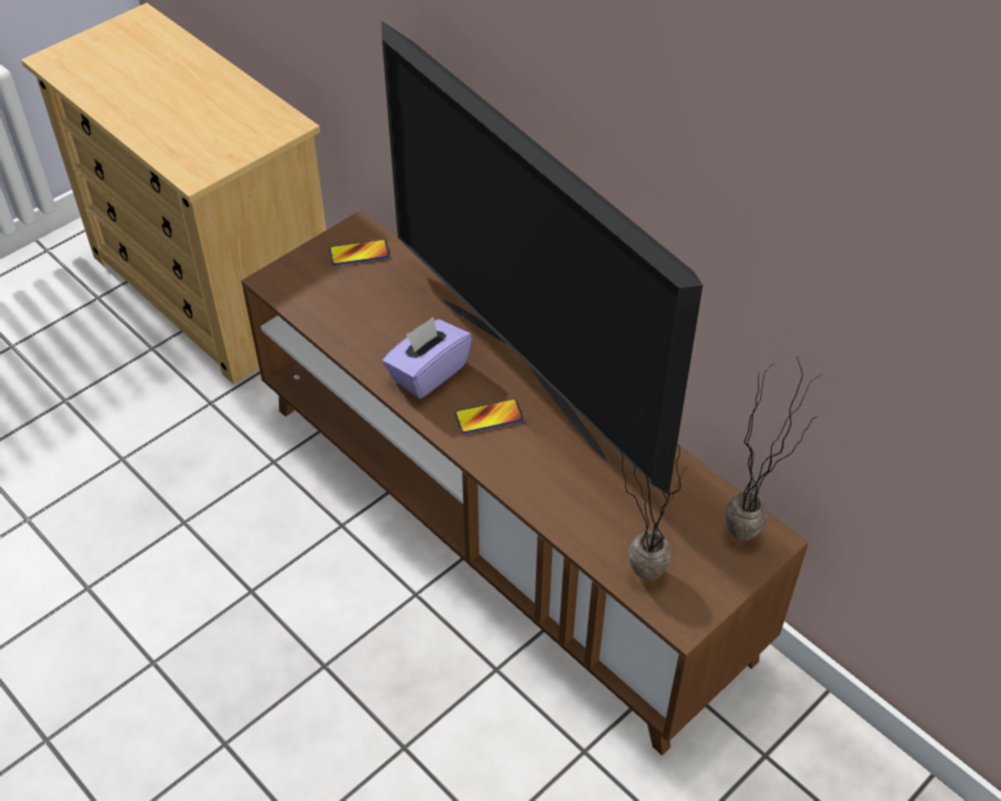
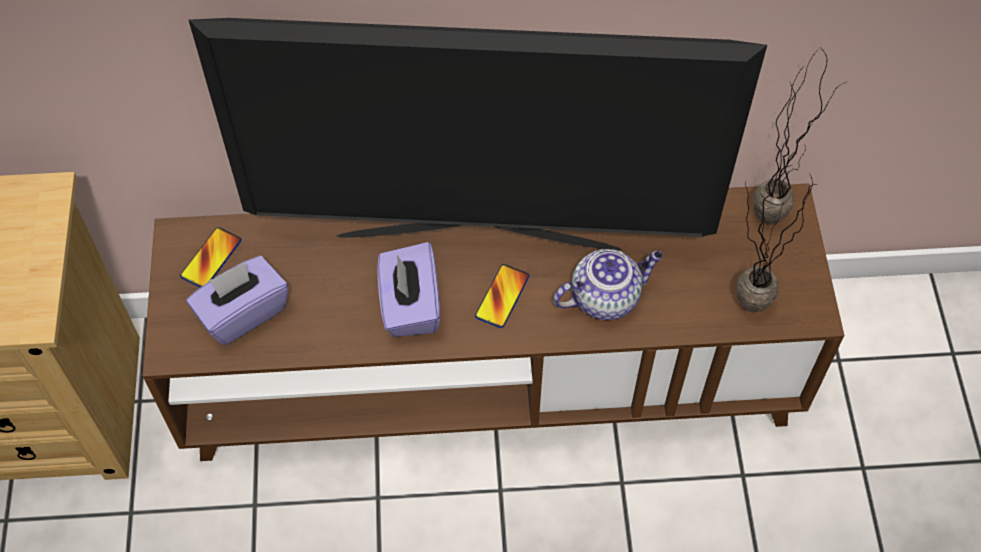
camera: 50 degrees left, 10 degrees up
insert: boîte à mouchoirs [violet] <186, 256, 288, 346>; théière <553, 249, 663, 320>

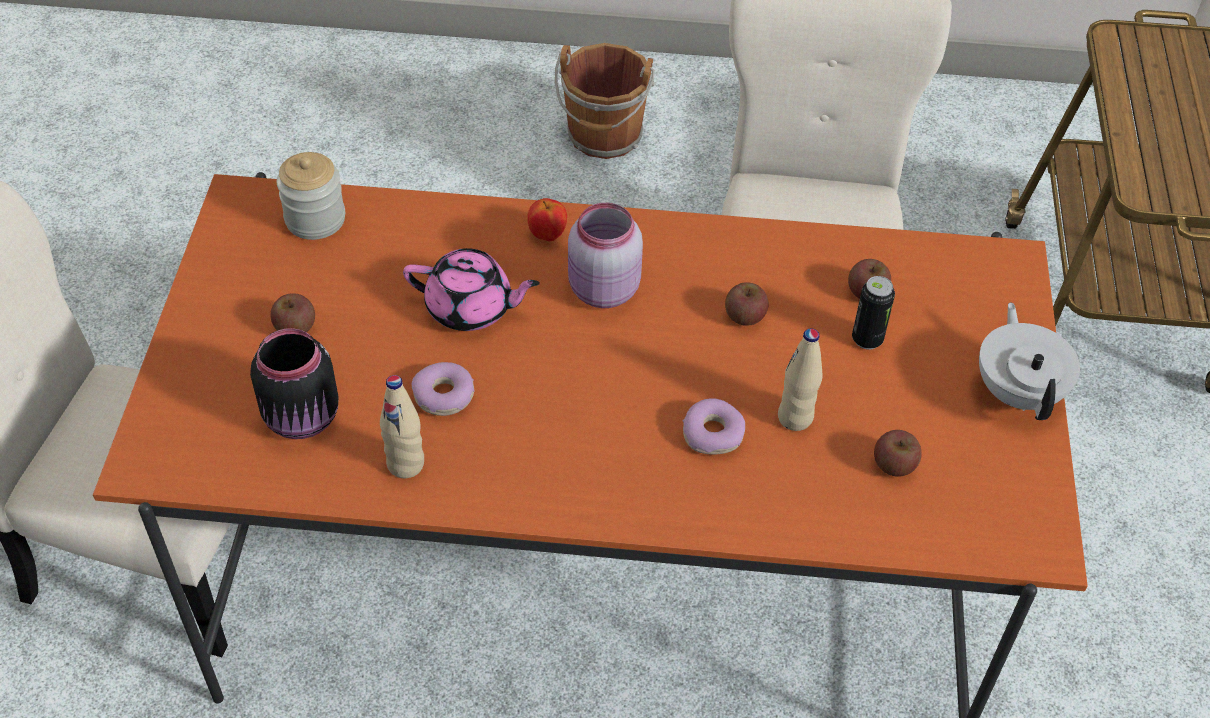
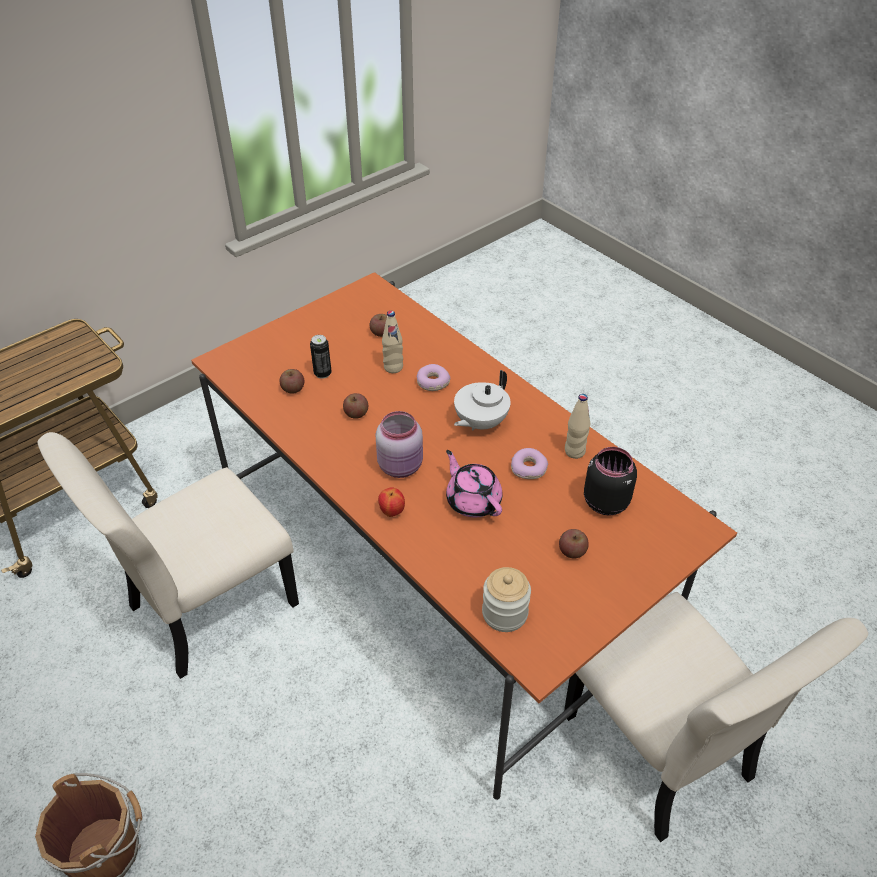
camera: 135 degrees left, 5 degrees down
move: théière [blanc] <979, 302, 1080, 420> to <454, 370, 511, 431>

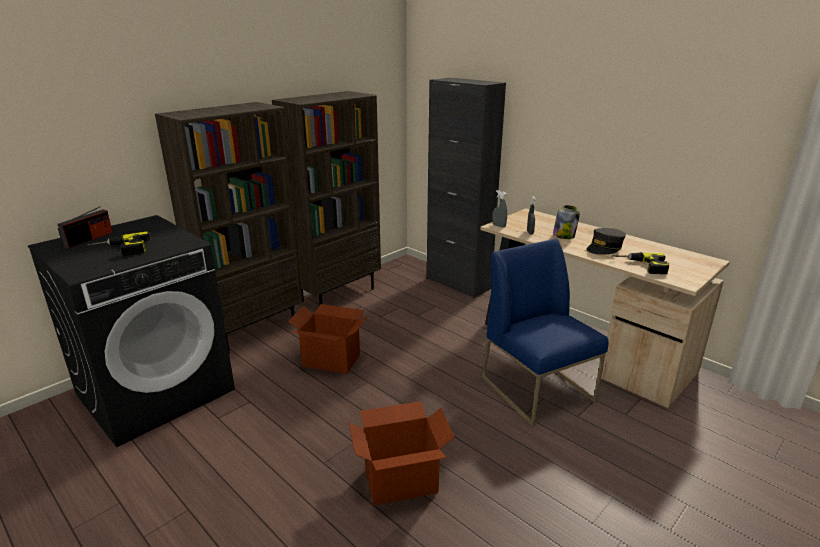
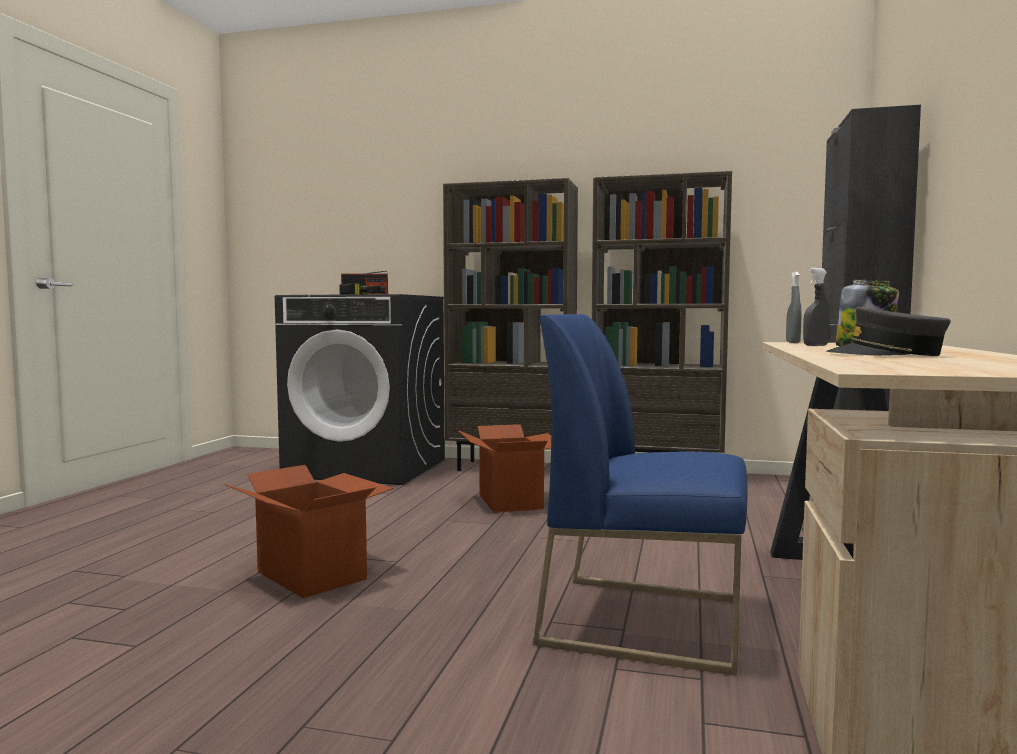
camera: 60 degrees right, 20 degrees down
delete: perceuse <612, 252, 669, 274>
rotate: chaise [bleu] <481, 239, 609, 427> = <533, 314, 747, 676> 105 degrees counterclockwise

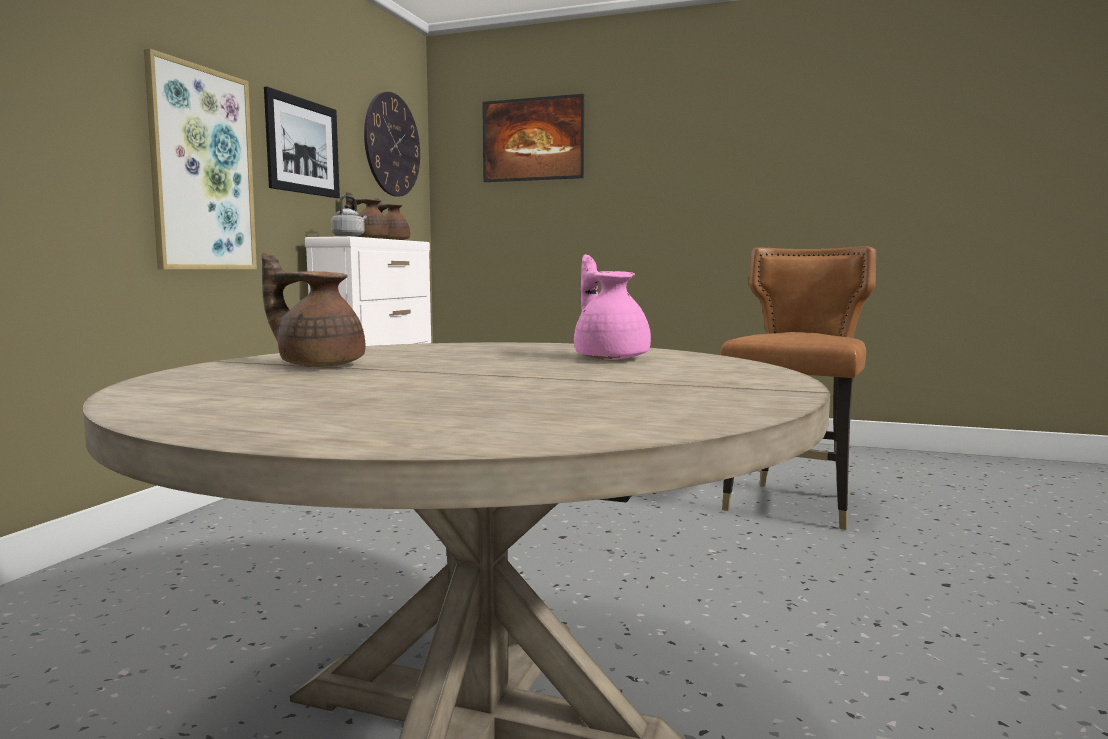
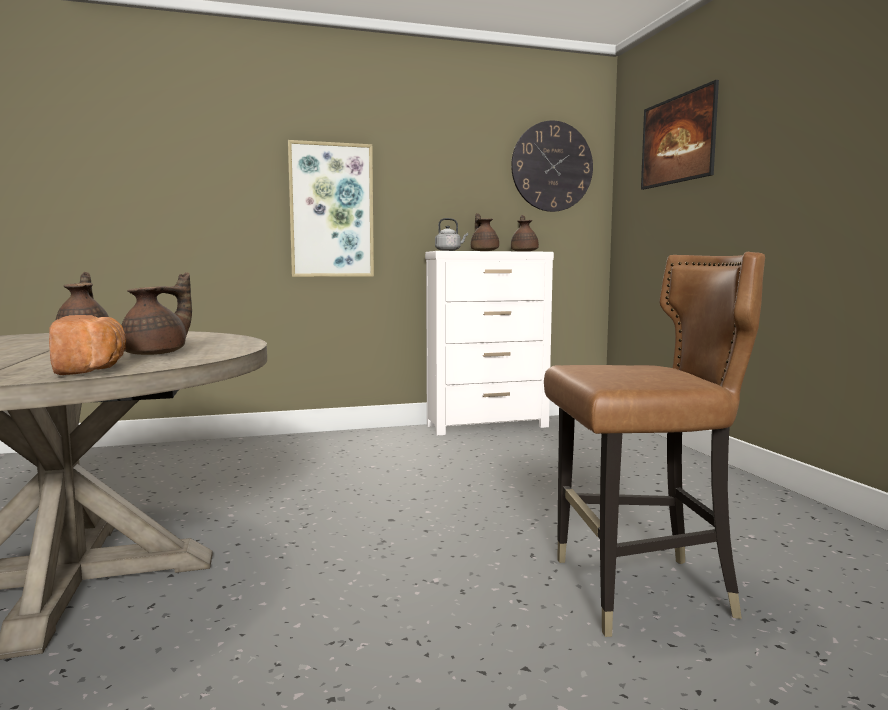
camera: 55 degrees right, 0 degrees up
delete: tableau <264, 87, 340, 198>
insert: pain <49, 315, 126, 375>
recolor: théière [rose] <574, 254, 651, 360> to théière [marron] <122, 272, 192, 355>

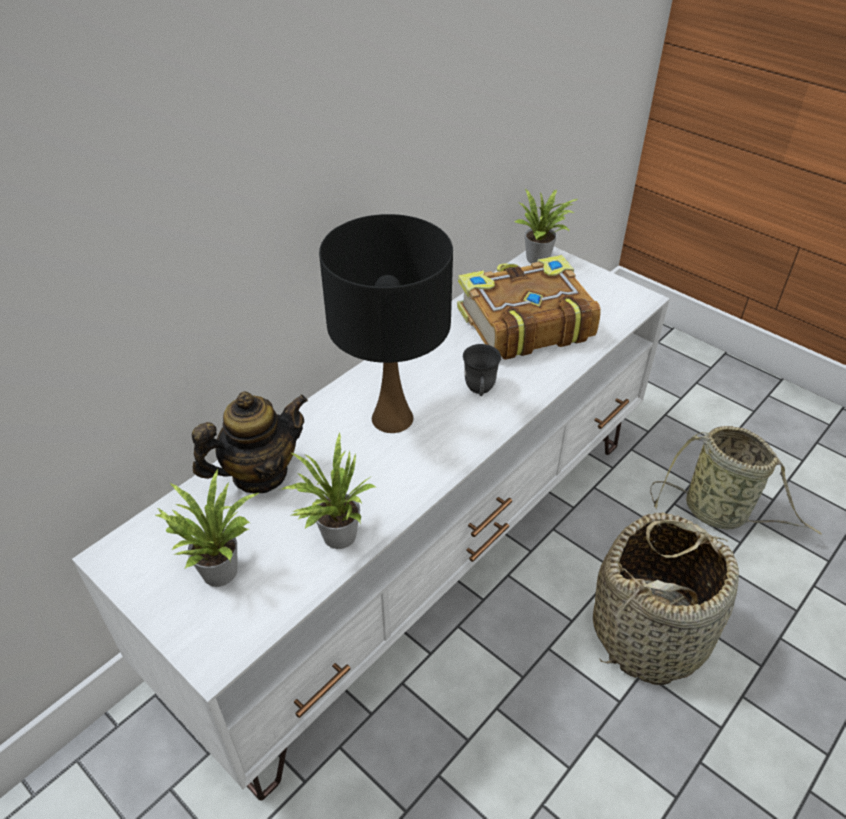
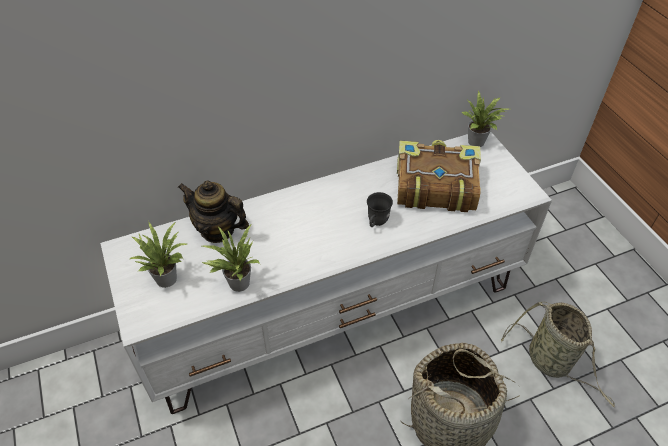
camera: 25 degrees right, 5 degrees up
delete: lampe de table [noir] <319, 214, 453, 433>
rotate: théière <192, 391, 308, 493> = <178, 180, 249, 243> 150 degrees counterclockwise

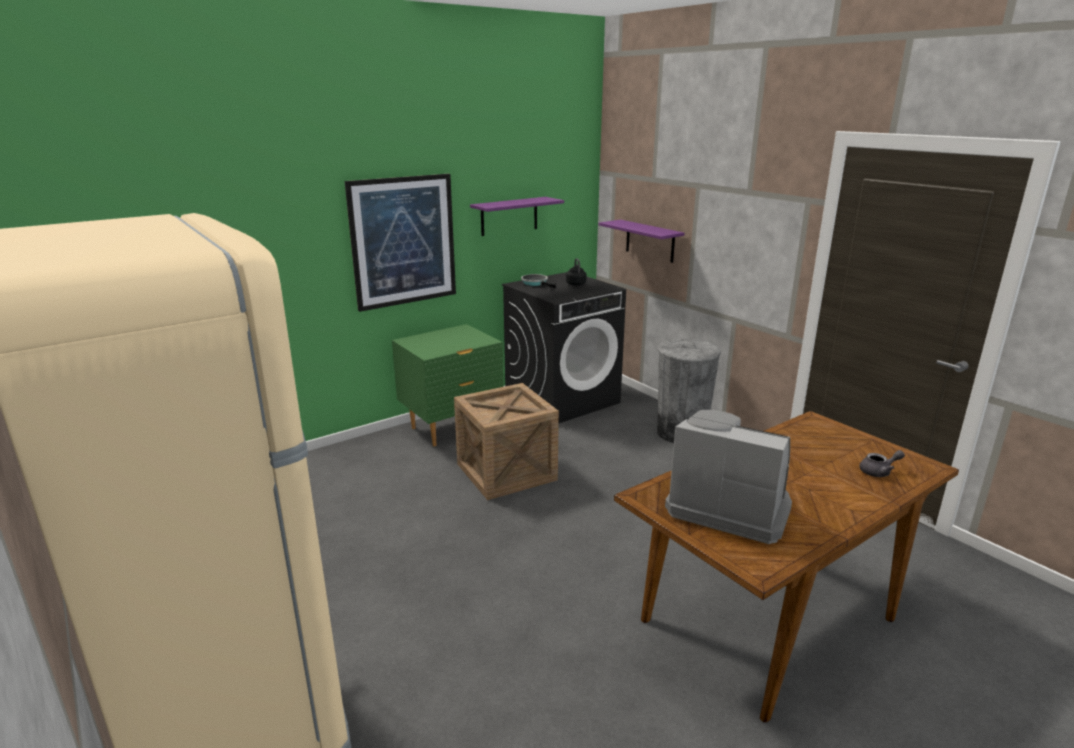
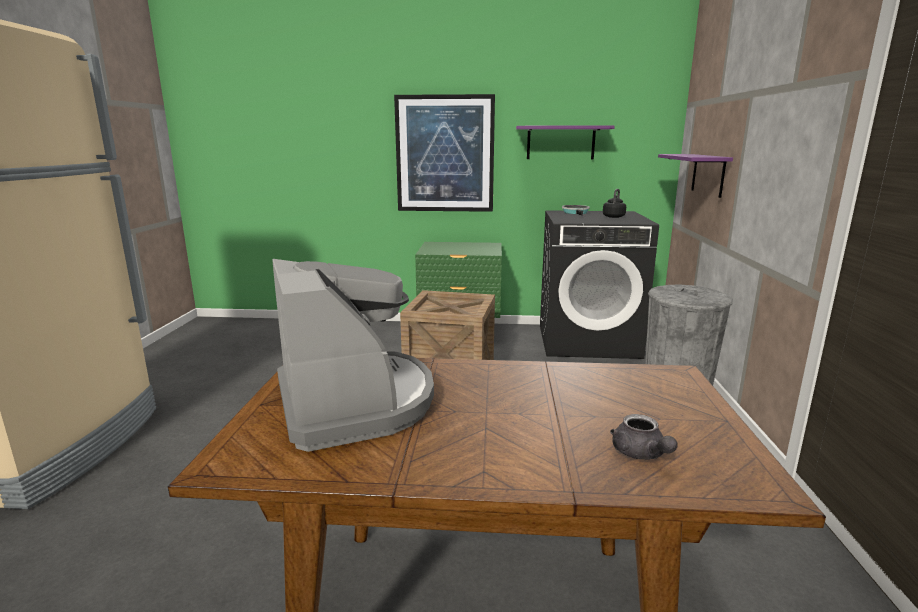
camera: 40 degrees right, 5 degrees down
rotate: théière [gris] <860, 450, 905, 477> = <610, 414, 678, 460> 45 degrees clockwise

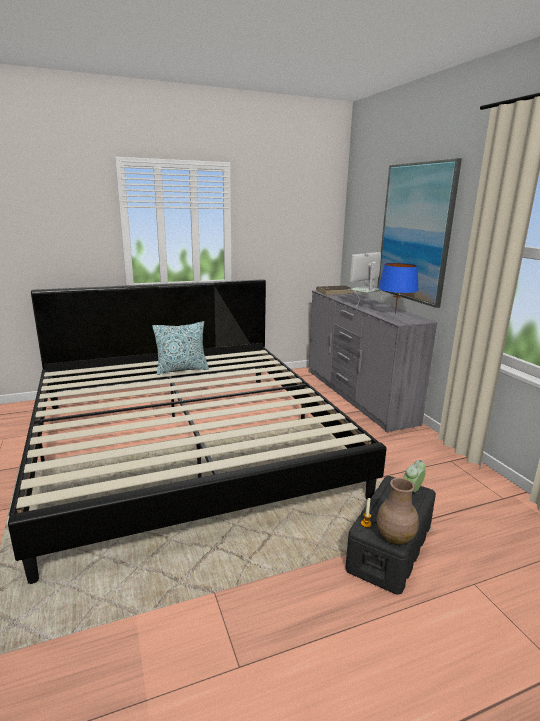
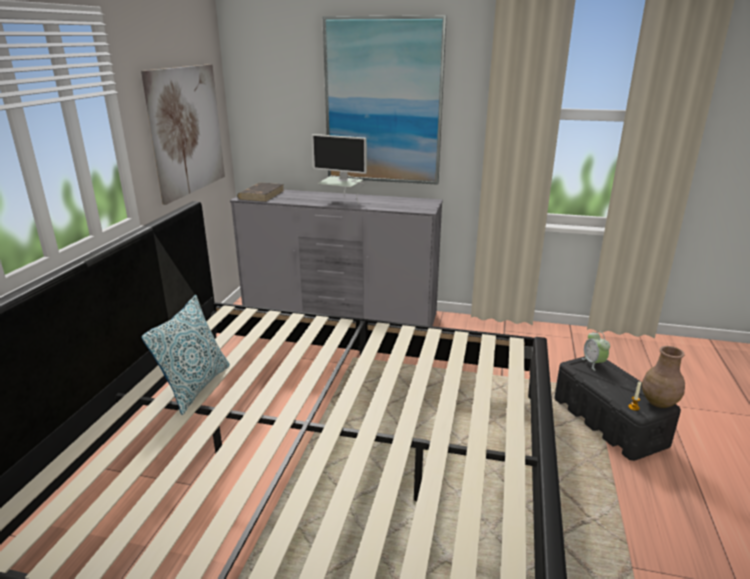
camera: 55 degrees left, 5 degrees up
delete: lampe de table [bleu] <378, 263, 419, 314>
insert: tableau <141, 64, 225, 205>
rotate: écran d'ordinateur <348, 252, 382, 307> = <311, 134, 367, 204> 60 degrees counterclockwise

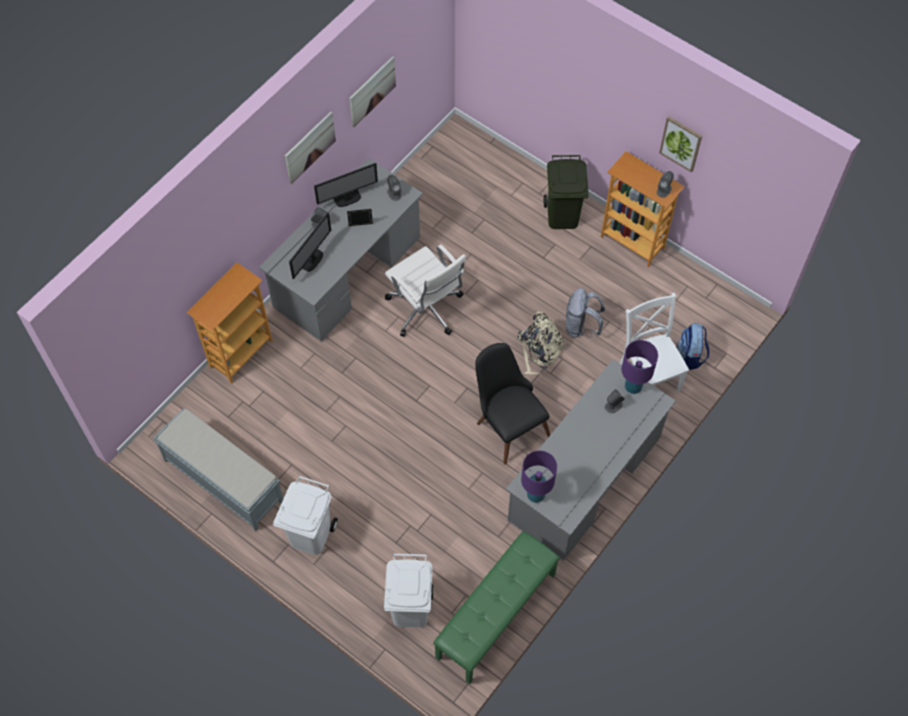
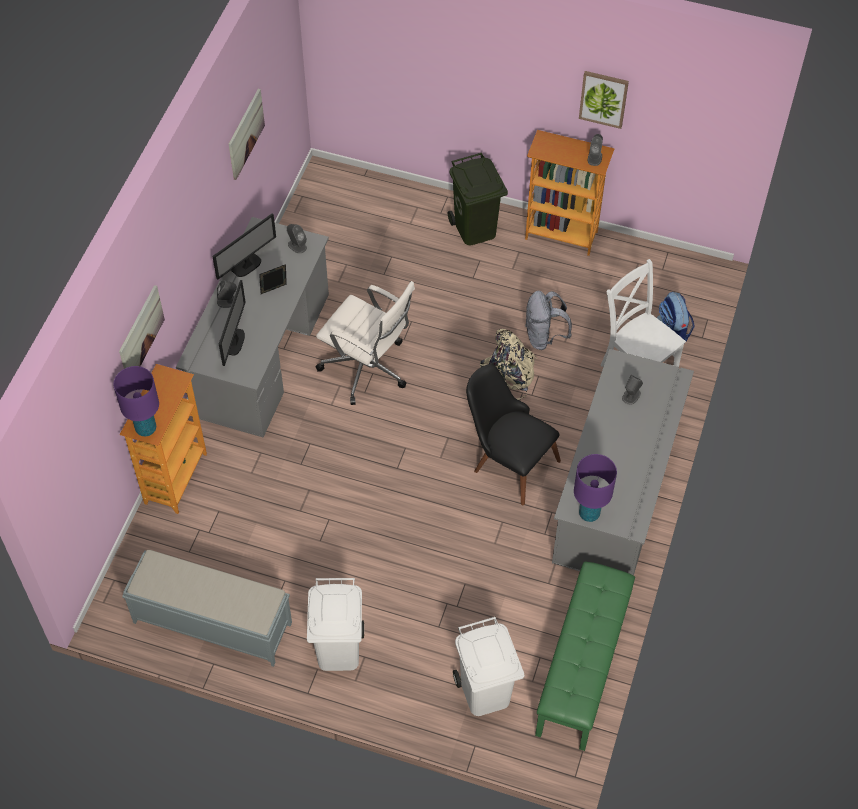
camera: 20 degrees left, 5 degrees down
move: tableau <285, 111, 336, 184> to <119, 285, 165, 369>; lampe de table [violet] <621, 340, 658, 394> to <113, 366, 159, 437>

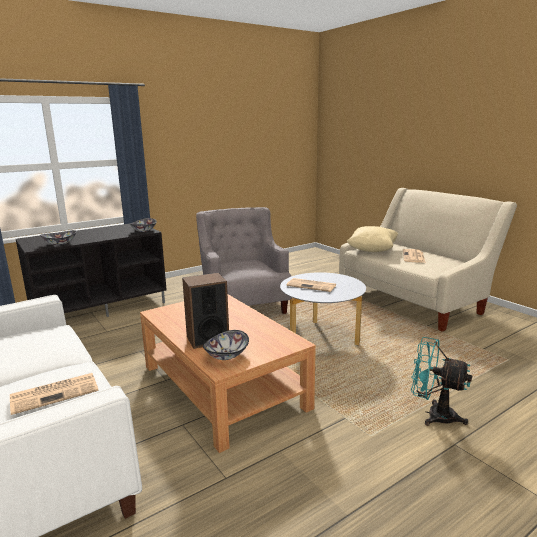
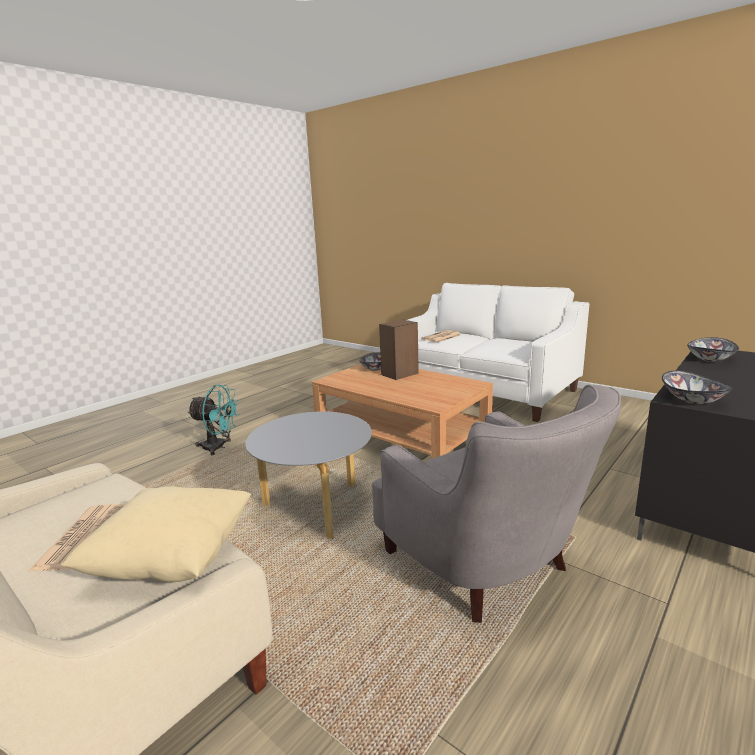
camera: 165 degrees right, 0 degrees up
delete: journal <286, 278, 336, 292>

